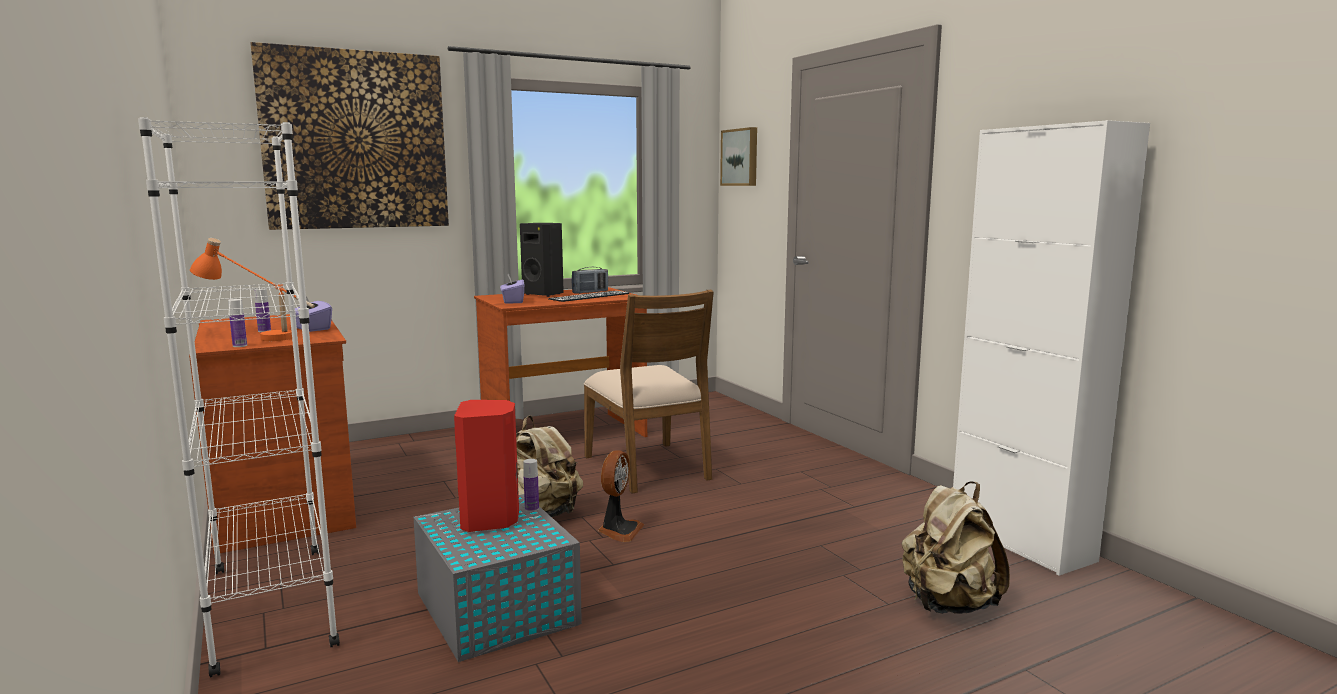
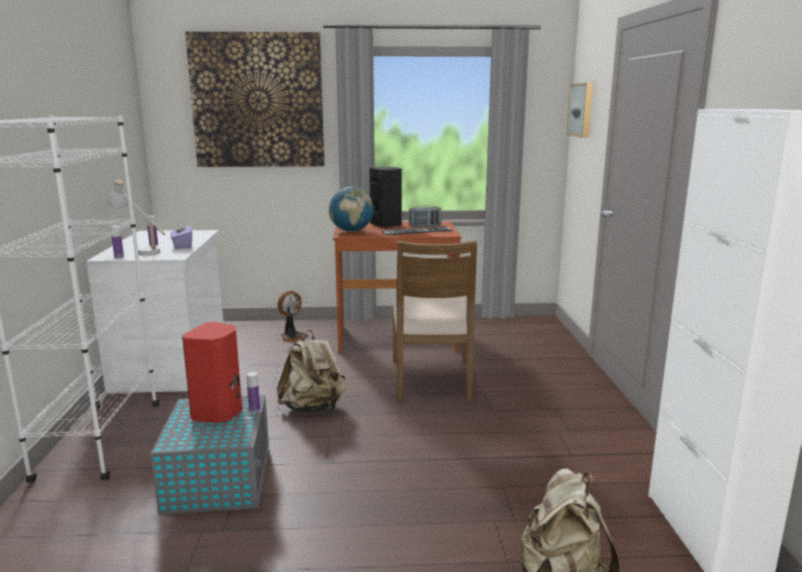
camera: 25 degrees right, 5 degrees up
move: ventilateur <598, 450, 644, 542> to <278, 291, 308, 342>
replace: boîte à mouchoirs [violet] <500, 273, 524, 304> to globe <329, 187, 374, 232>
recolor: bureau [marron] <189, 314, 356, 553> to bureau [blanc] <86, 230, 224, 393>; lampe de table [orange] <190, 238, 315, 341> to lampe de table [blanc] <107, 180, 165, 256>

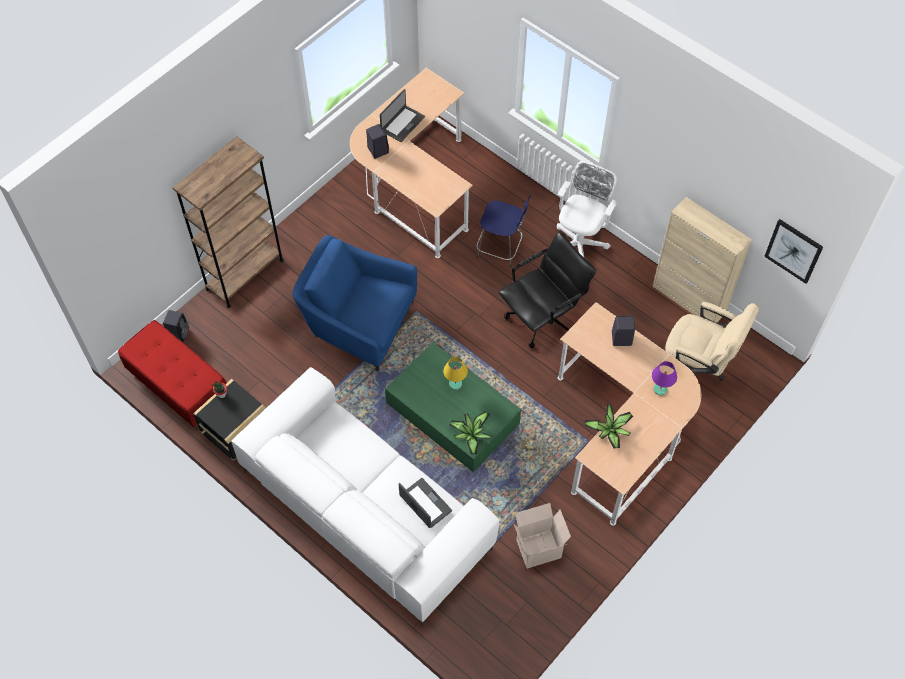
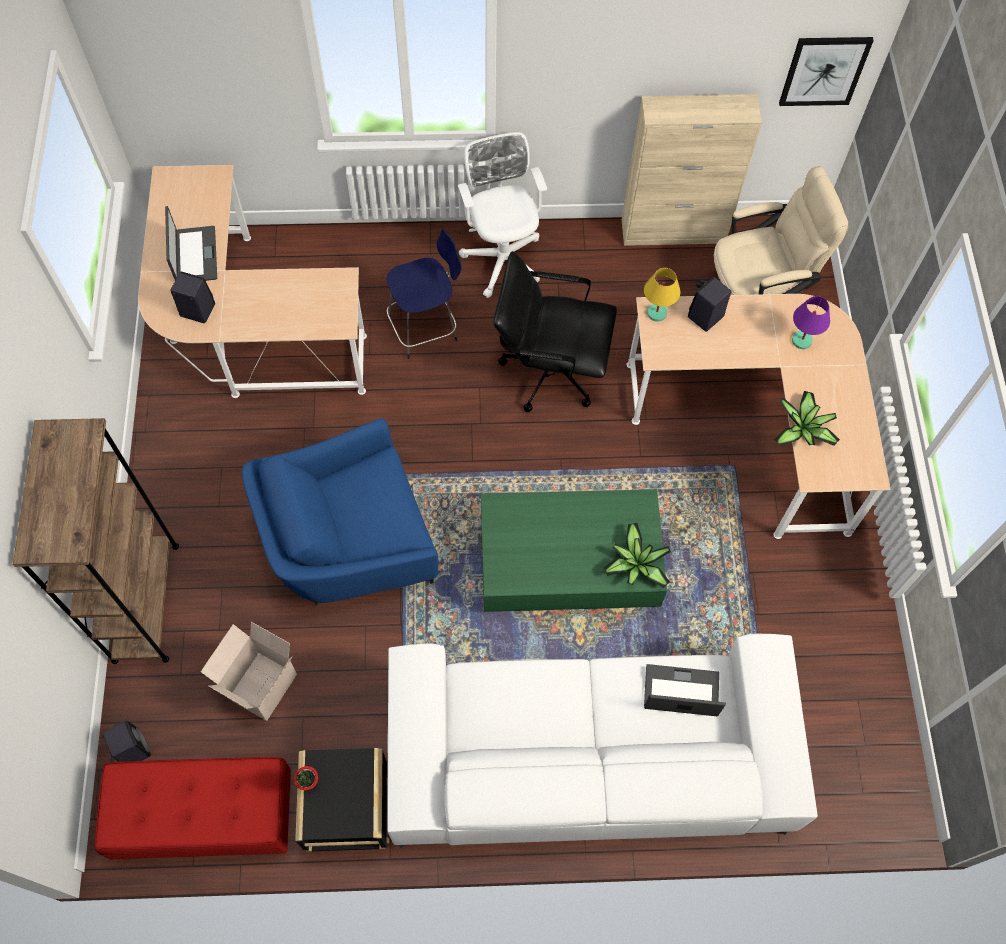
camera: 45 degrees left, 5 degrees up
move: lampe de table [jaune] <443, 357, 468, 390> to <644, 268, 680, 322>; carton <513, 503, 571, 569> to <201, 622, 297, 721>
rotate: chaise de bureau [noir] <499, 232, 596, 348> = <493, 251, 617, 412> 90 degrees counterclockwise

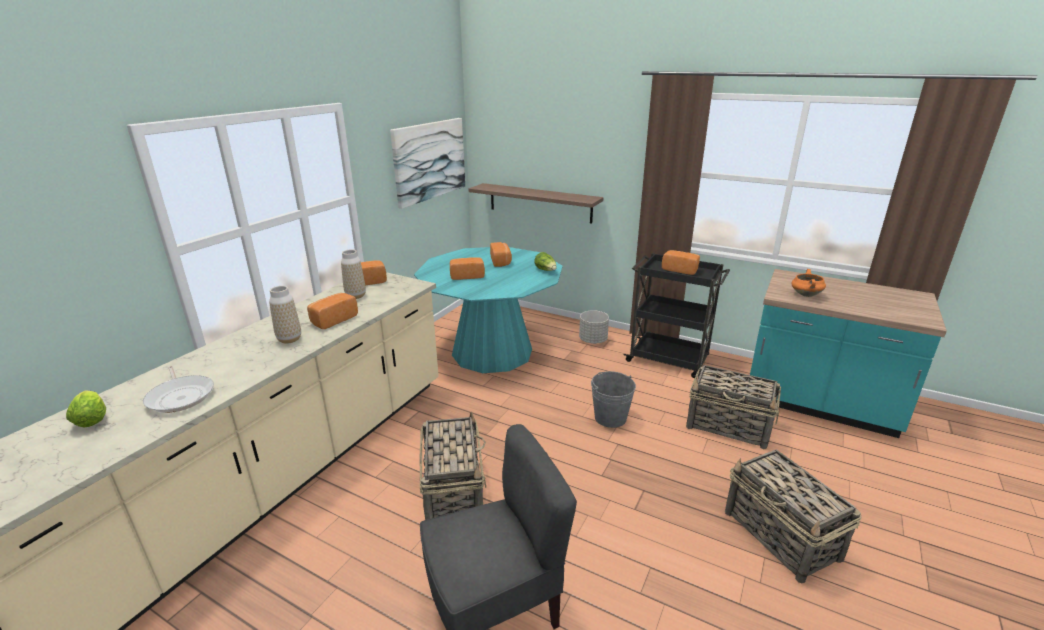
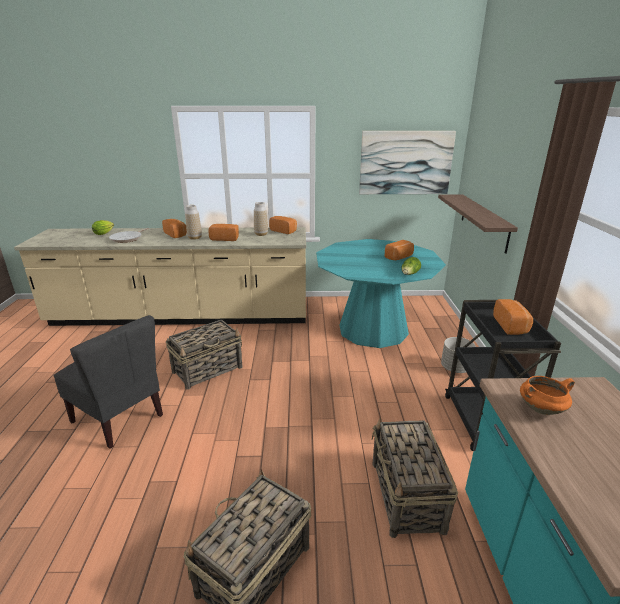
camera: 60 degrees right, 0 degrees up
delete: seau [gris] <591, 371, 636, 428>
move: pain <450, 257, 485, 280> to <162, 219, 187, 238>

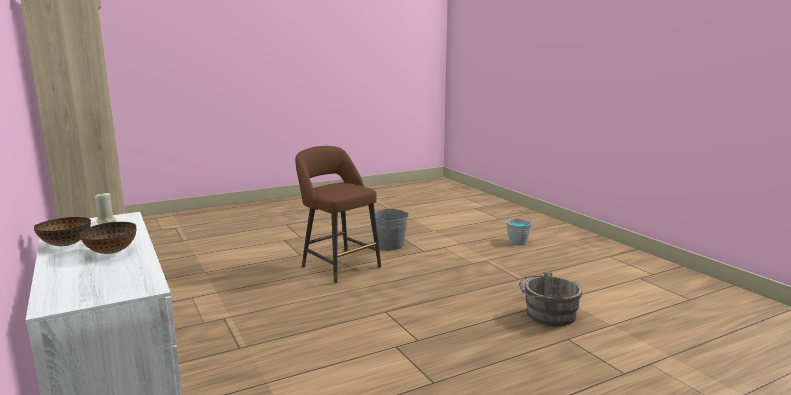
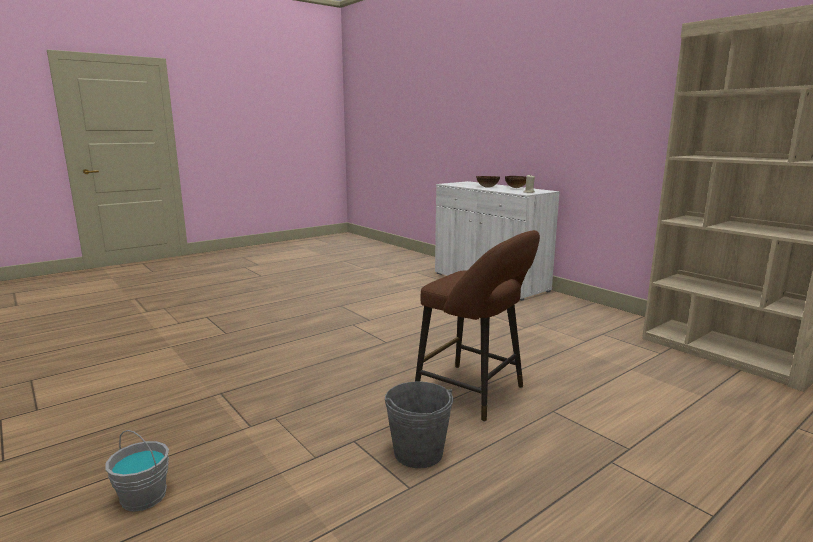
camera: 170 degrees right, 0 degrees up
delete: seau [gris] <519, 272, 582, 326>

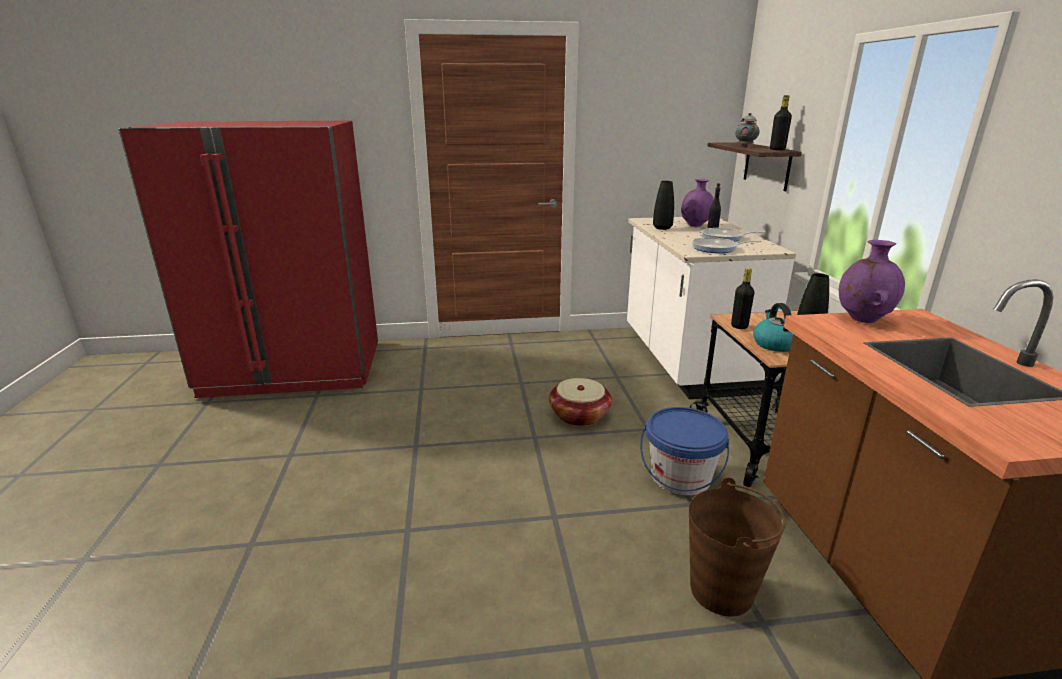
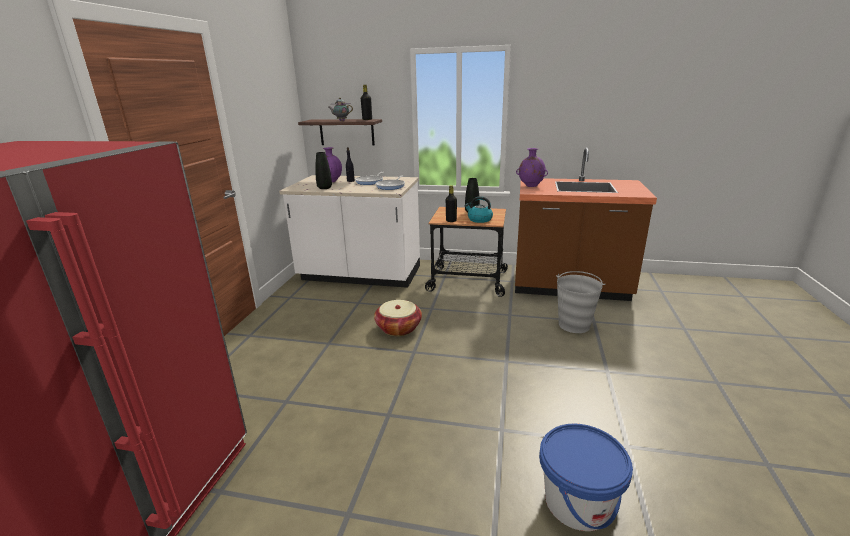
camera: 70 degrees left, 0 degrees up
move: seau [bleu] <640, 407, 729, 495> to <539, 424, 633, 531>
recolor: seau [marron] <689, 478, 786, 617> to seau [gris] <556, 271, 605, 333>

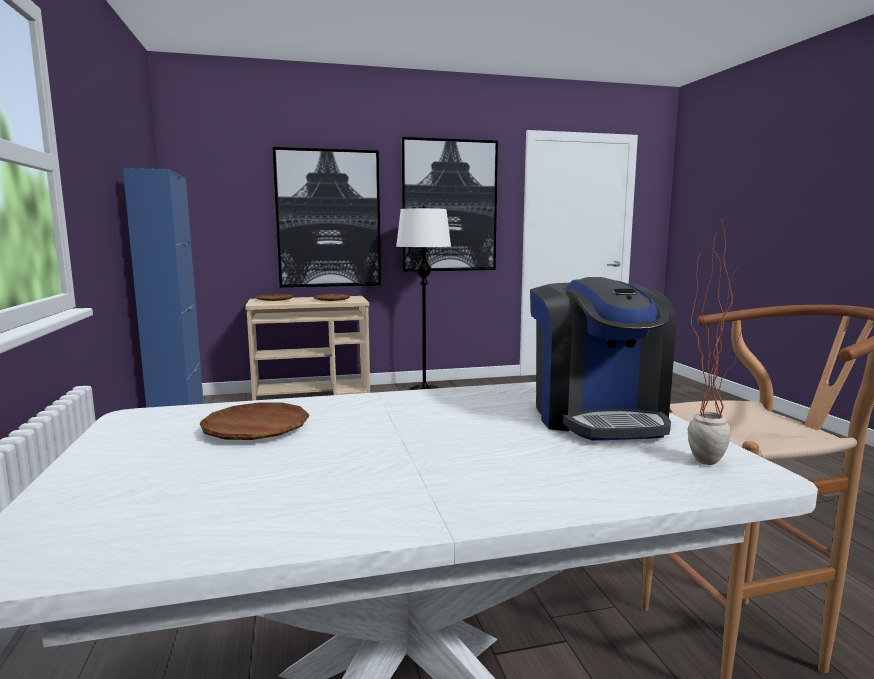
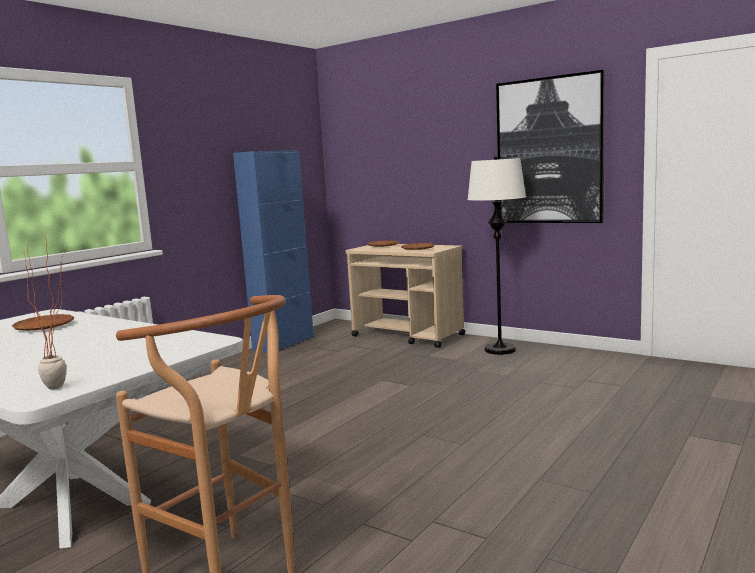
camera: 50 degrees right, 0 degrees up
delete: tableau <273, 147, 381, 287>; machine à café <530, 277, 676, 440>

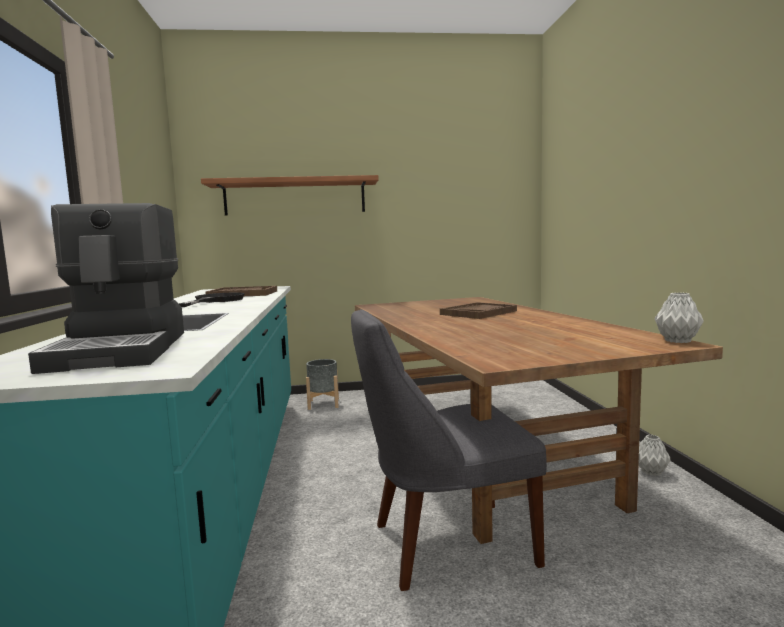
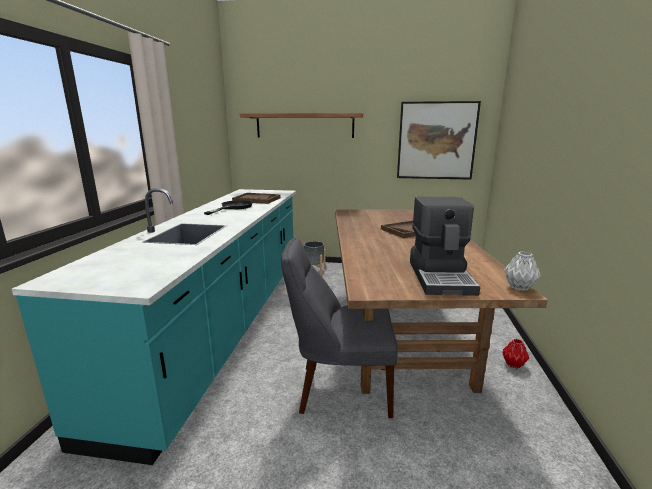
camera: 15 degrees right, 10 degrees up
insert: tableau <397, 101, 481, 180>
move: machine à café <28, 203, 184, 374> to <410, 197, 480, 296>
recolor: vase [gris] <638, 435, 671, 476> to vase [rouge] <502, 339, 529, 369>

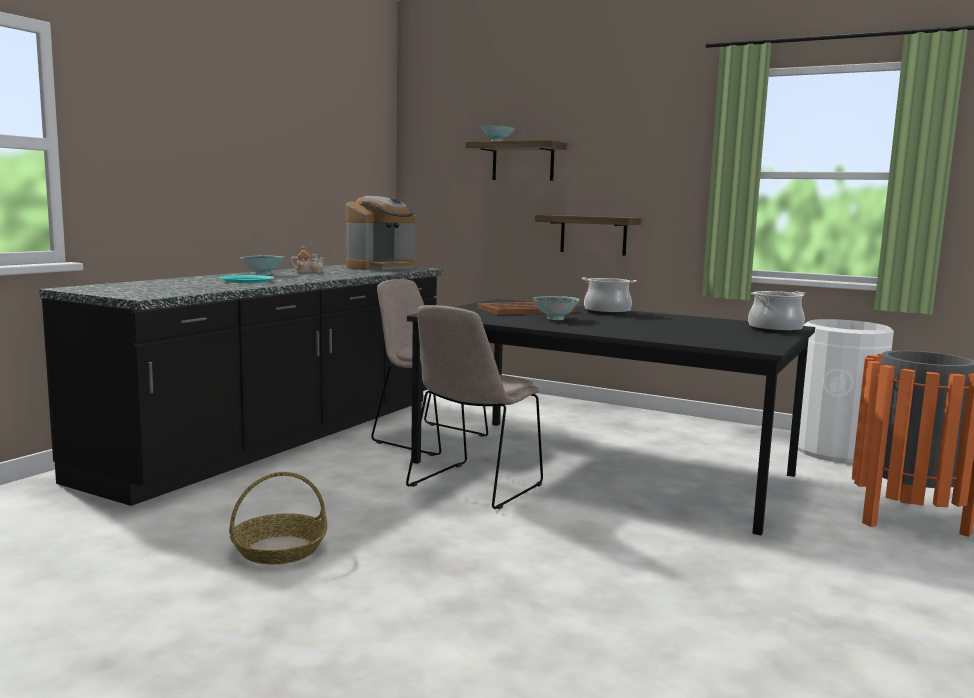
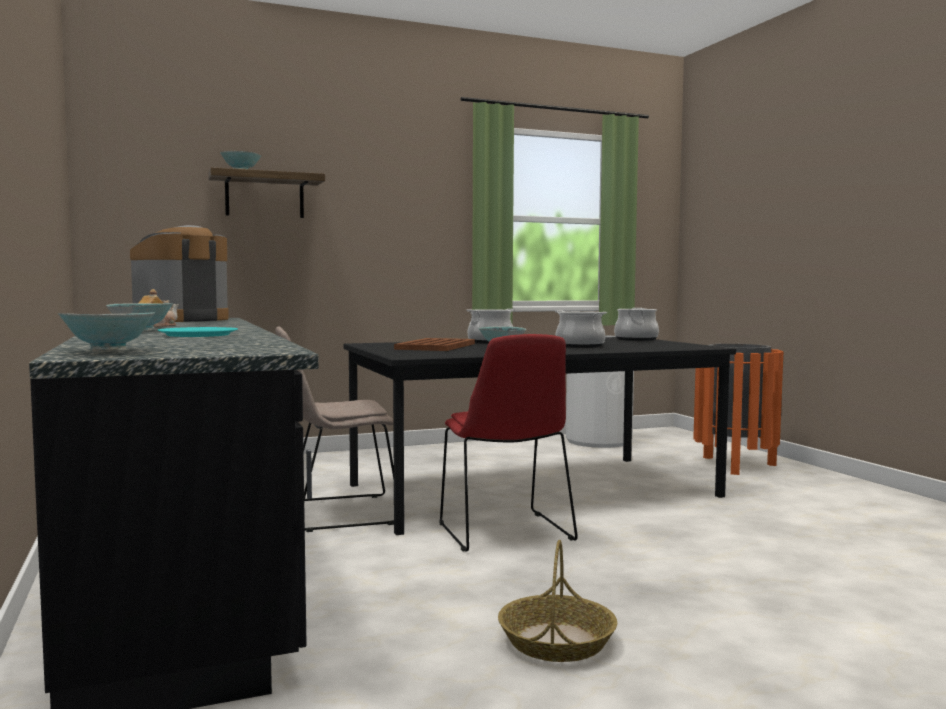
camera: 50 degrees left, 5 degrees down
delete: étagère <535, 215, 641, 256>
insert: bol <58, 312, 155, 352>; marmite <555, 310, 607, 348>
recolor: chaise [beige] <406, 305, 543, 509> to chaise [rouge] <440, 334, 578, 552>
rotate: machine à café <346, 196, 415, 270> = <130, 225, 229, 322> 135 degrees counterclockwise

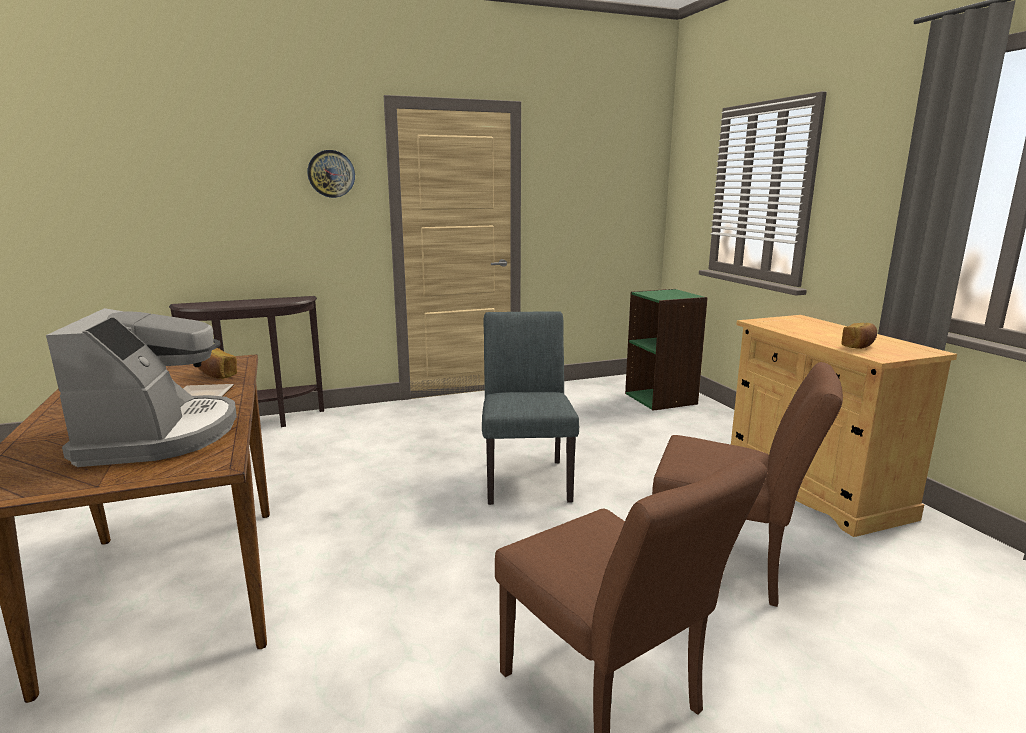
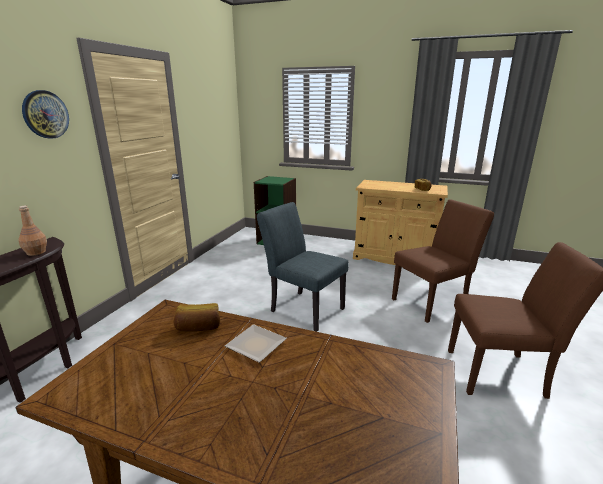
camera: 50 degrees left, 5 degrees up
delete: machine à café <46, 308, 237, 467>
insert: bouteille [marron] <18, 206, 47, 256>

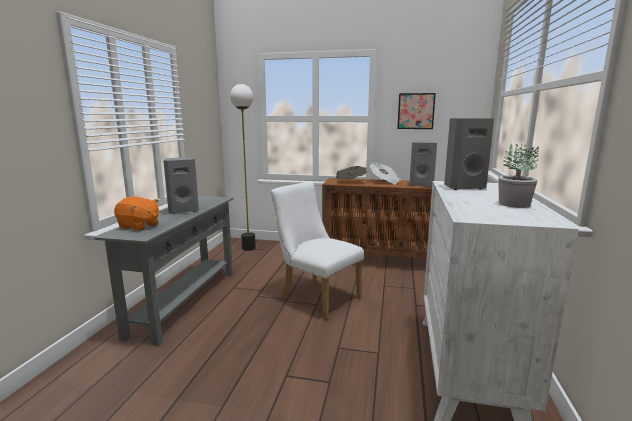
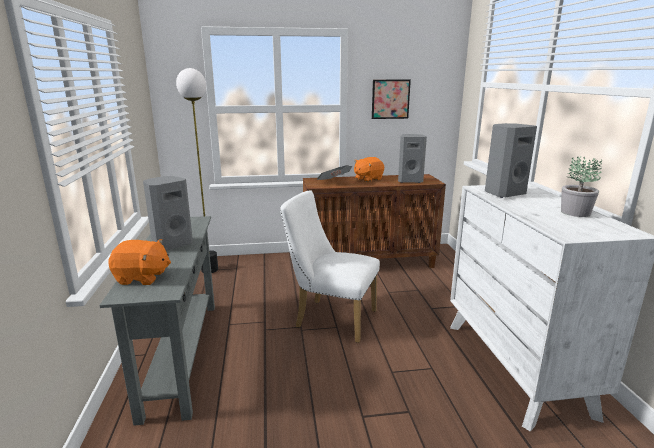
camera: 20 degrees left, 5 degrees up
replace: journal <369, 162, 401, 184> to peluche [orange] <354, 157, 384, 182>

